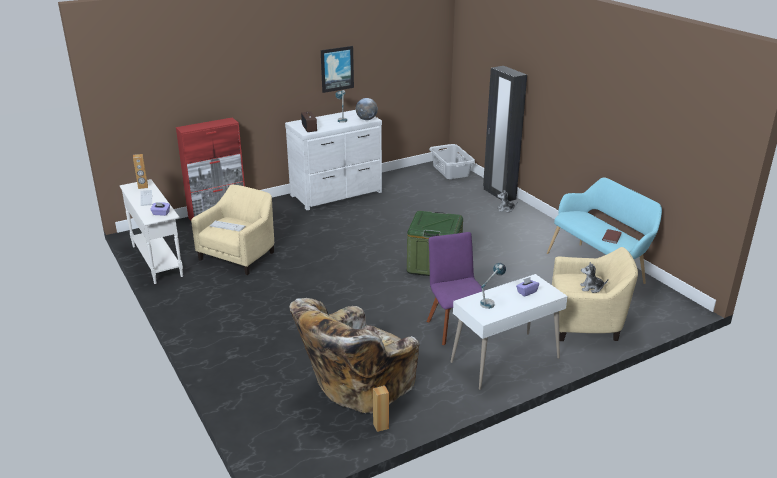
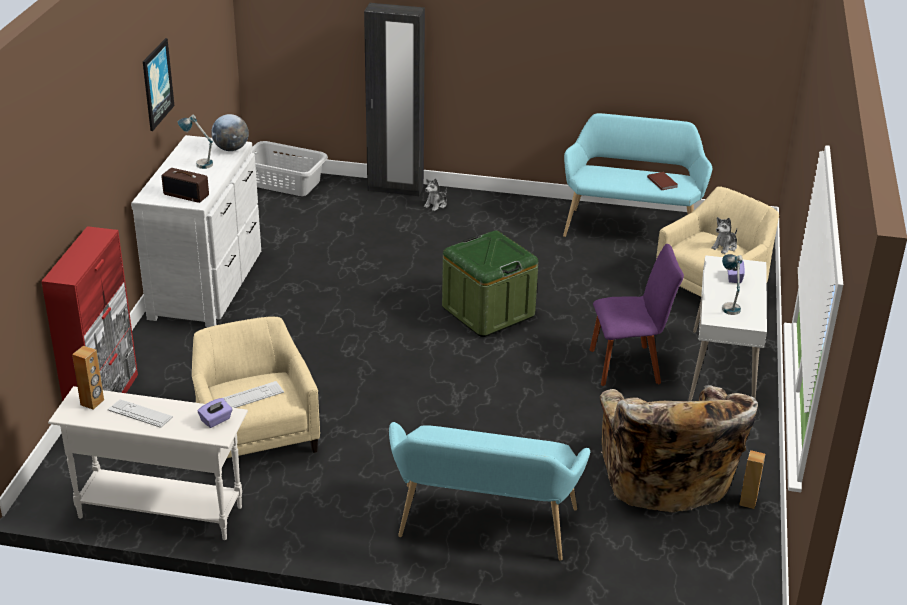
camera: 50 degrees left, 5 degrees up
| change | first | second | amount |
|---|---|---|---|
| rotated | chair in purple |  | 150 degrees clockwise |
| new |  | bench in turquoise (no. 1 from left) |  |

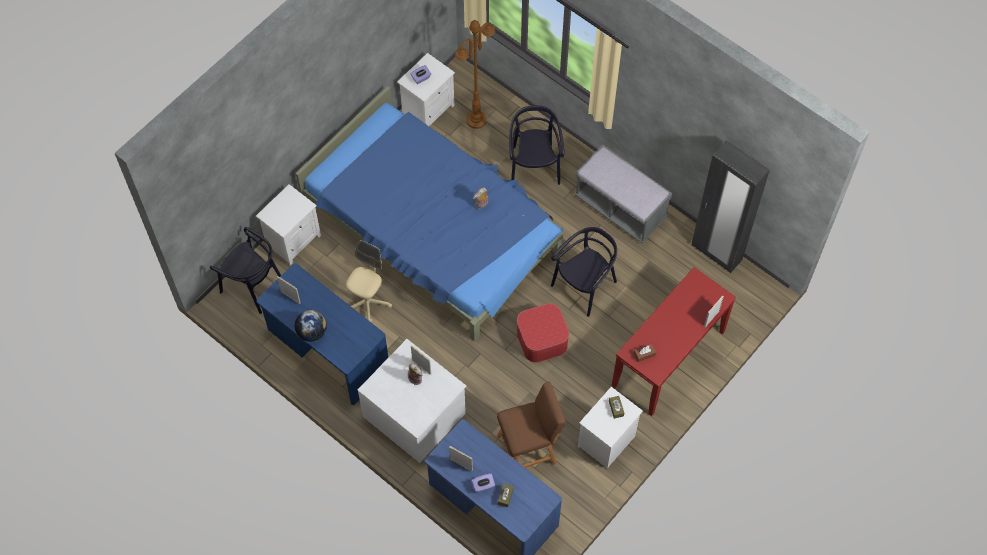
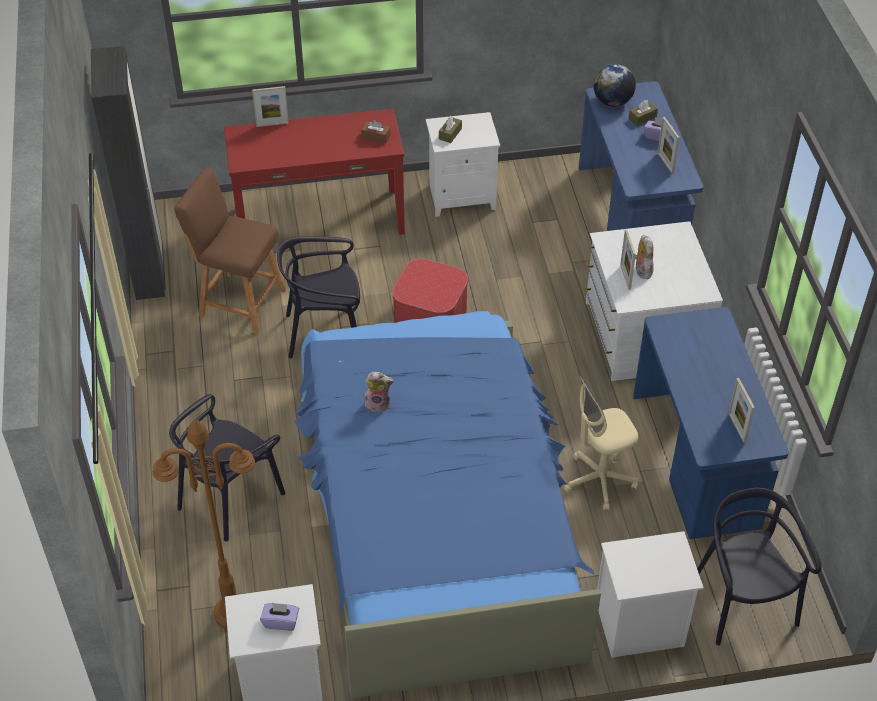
camera: 140 degrees left, 15 degrees down
| change | first | second | amount |
|---|---|---|---|
| shifted | globe |  |  |
| shifted | stool in brown |  |  |
| gone | bench in grey |  |  |

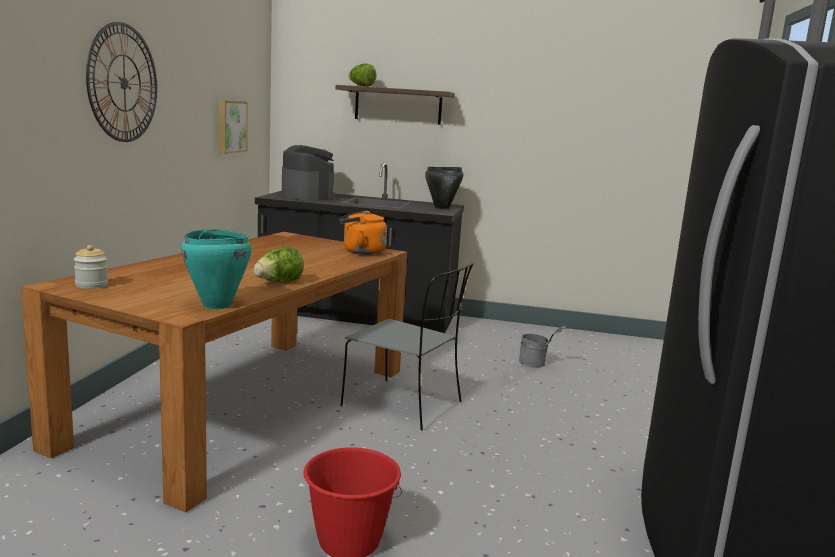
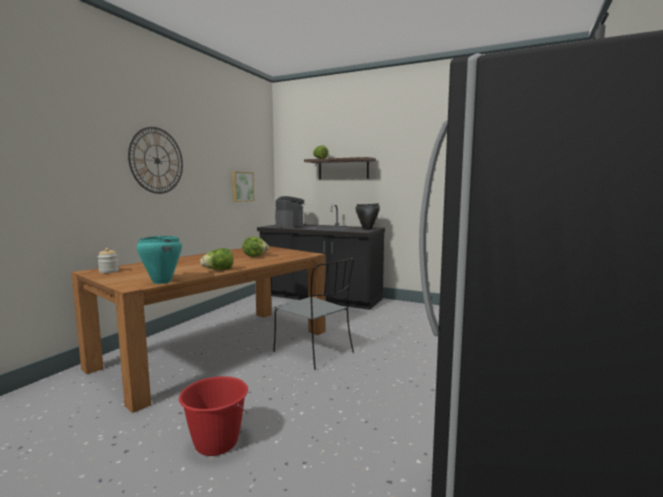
camera: 15 degrees right, 5 degrees down
| change | first | second | amount |
|---|---|---|---|
| gone | kettle in orange |  |  |
| gone | bucket in grey |  |  |
| new |  | lettuce (no. 2 from left) |  |

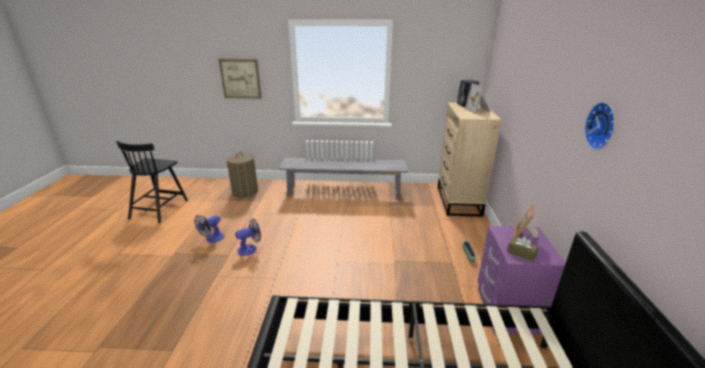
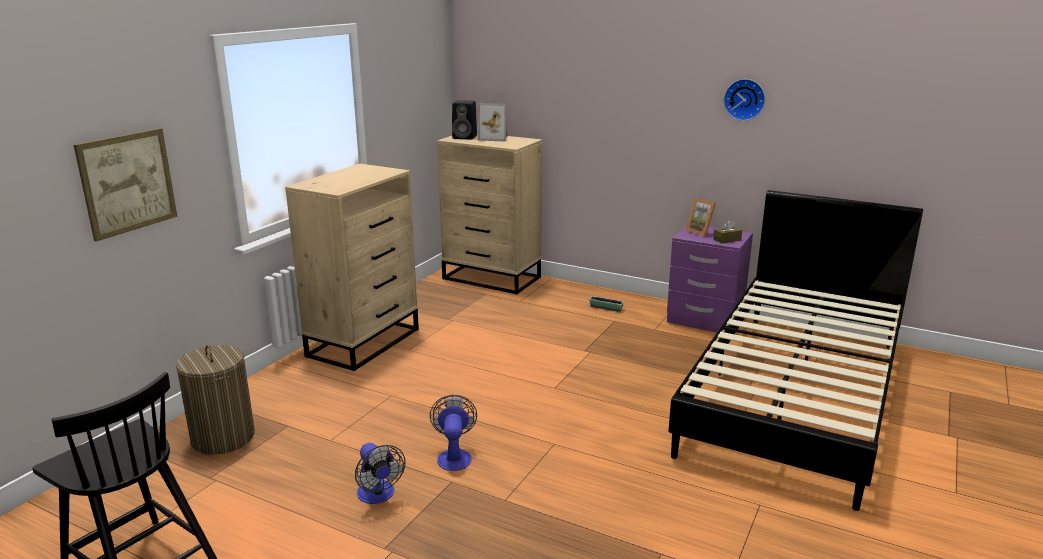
camera: 65 degrees left, 5 degrees down
| change | first | second | amount |
|---|---|---|---|
| swapped | bench in grey | dresser in beige (no. 1 from left) |  |

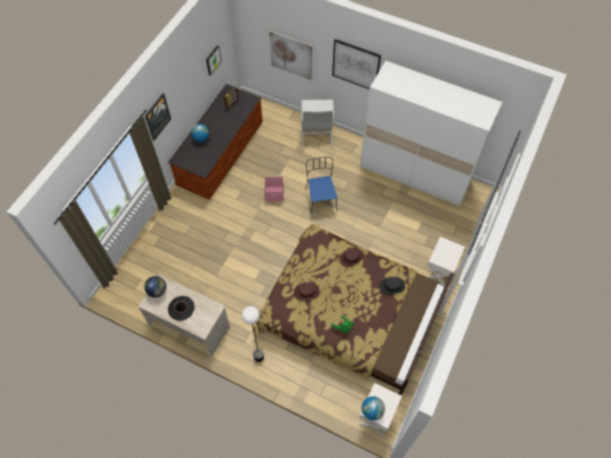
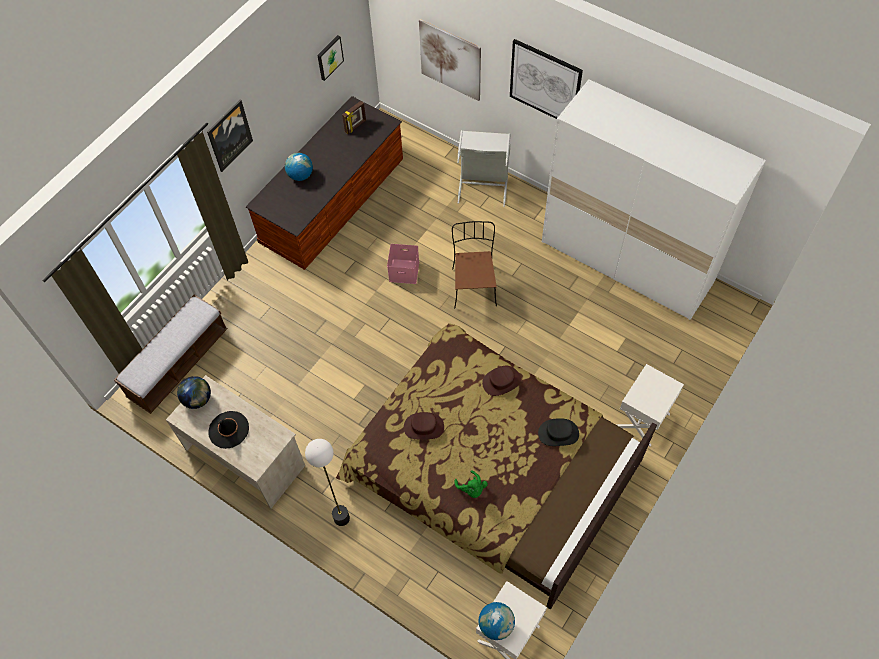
camera: 10 degrees right, 0 degrees up
| change | first | second | amount |
|---|---|---|---|
| repainted | chair in blue | chair in brown |  |
| new |  | bench |  |

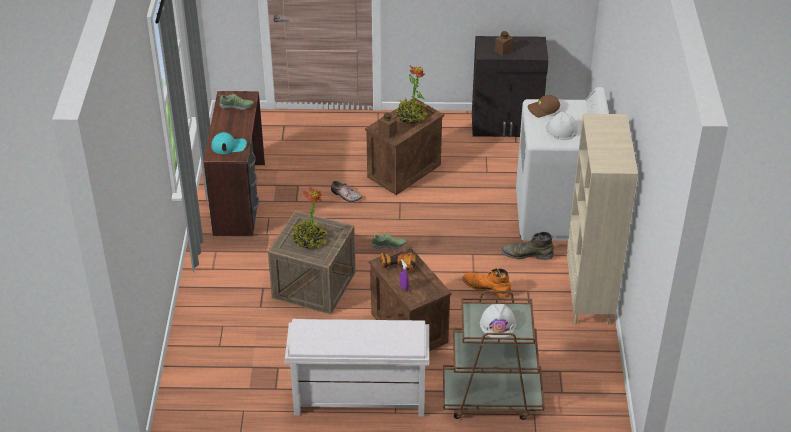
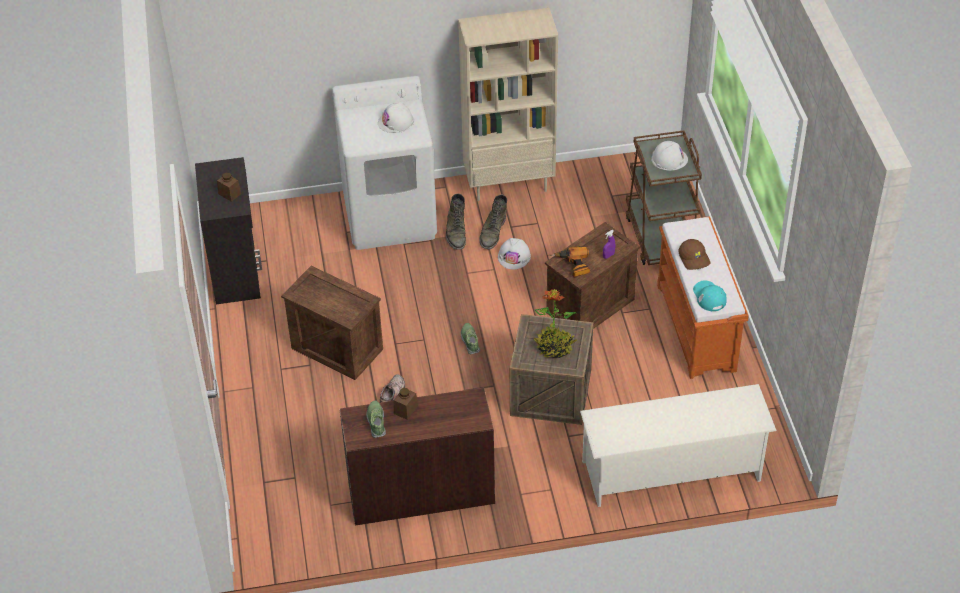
camera: 100 degrees left, 5 degrees up
| change | first | second | amount |
|---|---|---|---|
| shifted | cap in turquoise |  |  |
| repainted | bench in white | bench in orange |  |
| shifted | jar in brown (no. 1 from left in the first image) | jar in brown (no. 2 from left) |  |
| gone | potted plant (no. 2 from left) |  |  |
| swapped | boot in orange | hard hat in white (no. 2 from left) |  |
| shifted | cap in brown |  |  |
| new |  | boot in green (no. 2 from left) |  |
| new |  | shoe rack in white |  |

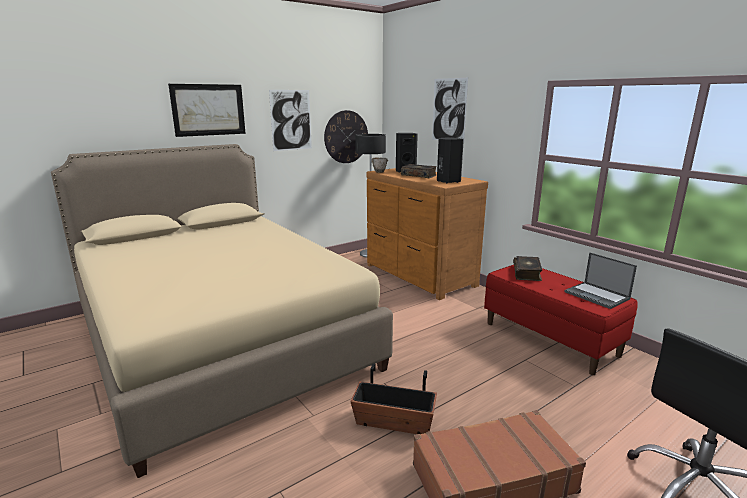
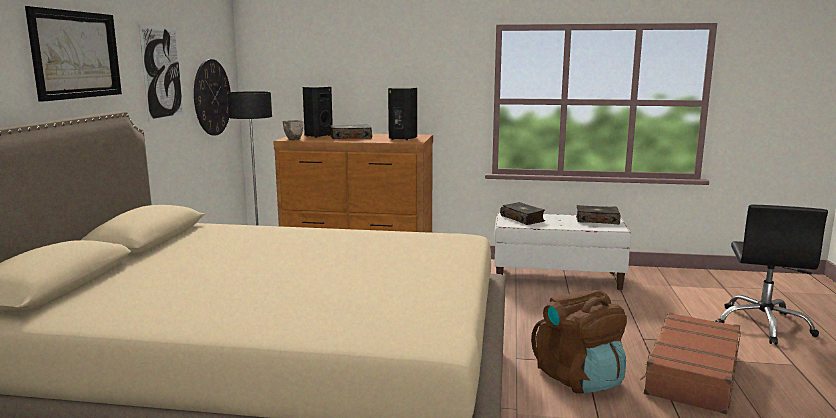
camera: 45 degrees left, 5 degrees down
| change | first | second | amount |
|---|---|---|---|
| swapped | planter | backpack in brown |  |
| gone | picture (no. 3 from left) |  |  |
| repainted | bench in red | bench in white |  |
| swapped | laptop | book (no. 3 from left) |  |

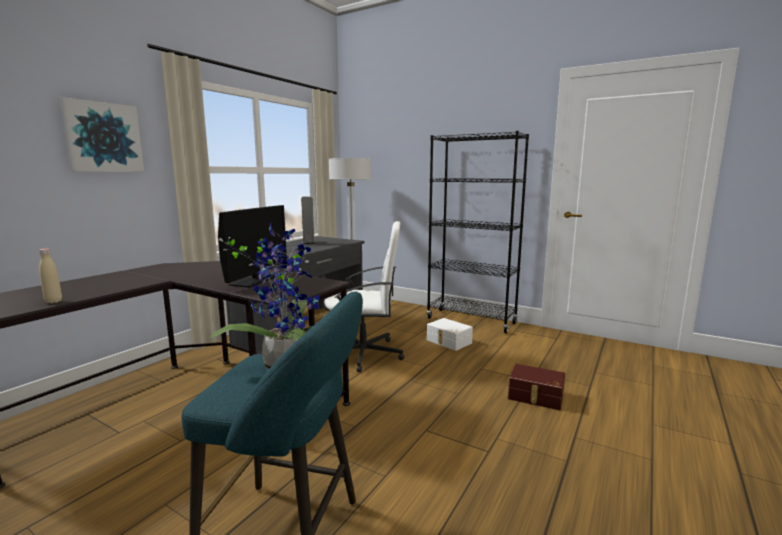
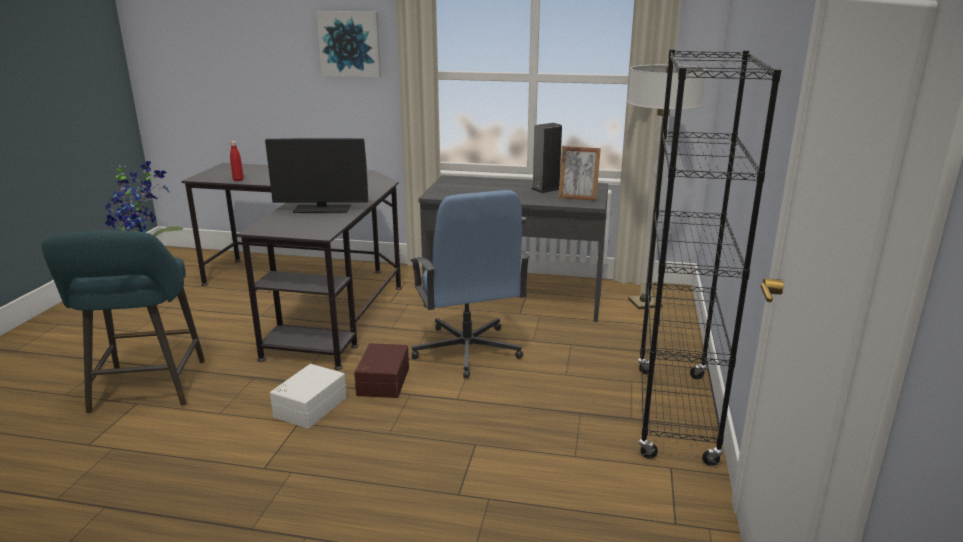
camera: 70 degrees right, 10 degrees up
| change | first | second | amount |
|---|---|---|---|
| repainted | bottle in beige | bottle in red |  |
| repainted | office chair in white | office chair in blue |  |
| shifted | storage box in white |  |  |
| shifted | storage box in brown |  |  |
| new |  | picture frame |  |

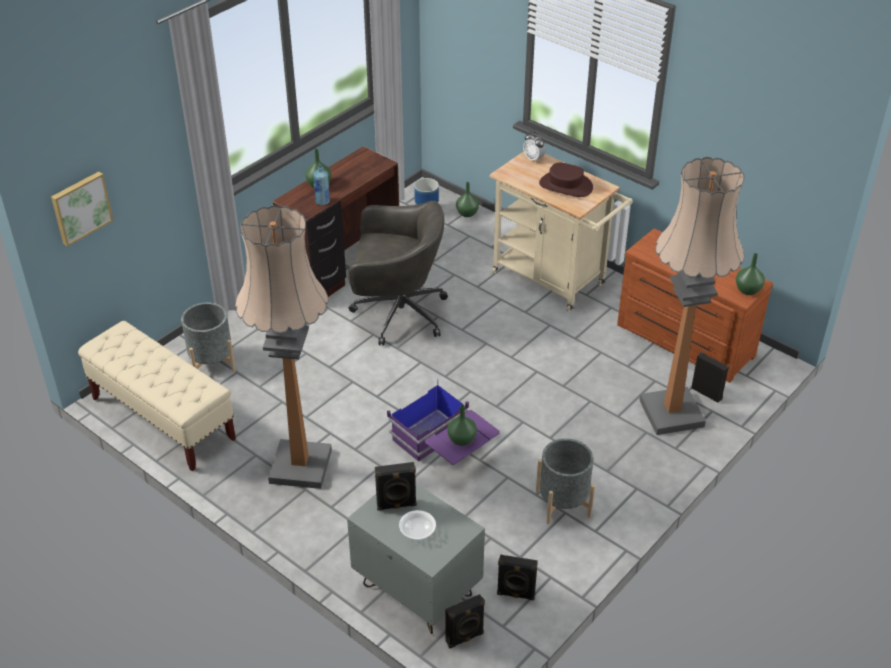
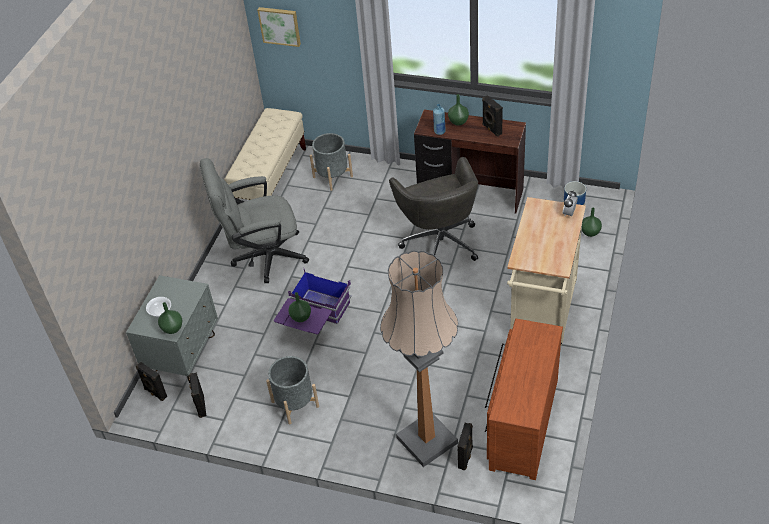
camera: 70 degrees right, 5 degrees up
| change | first | second | amount |
|---|---|---|---|
| swapped | floor lamp (no. 1 from left) | office chair in grey (no. 1 from left) |  |
| shifted | speaker in black (no. 1 from left in the first image) | speaker in black (no. 4 from left) |  |
| gone | hat in brown |  |  |
| shifted | vase in green (no. 4 from left in the first image) | vase in green (no. 1 from left) |  |

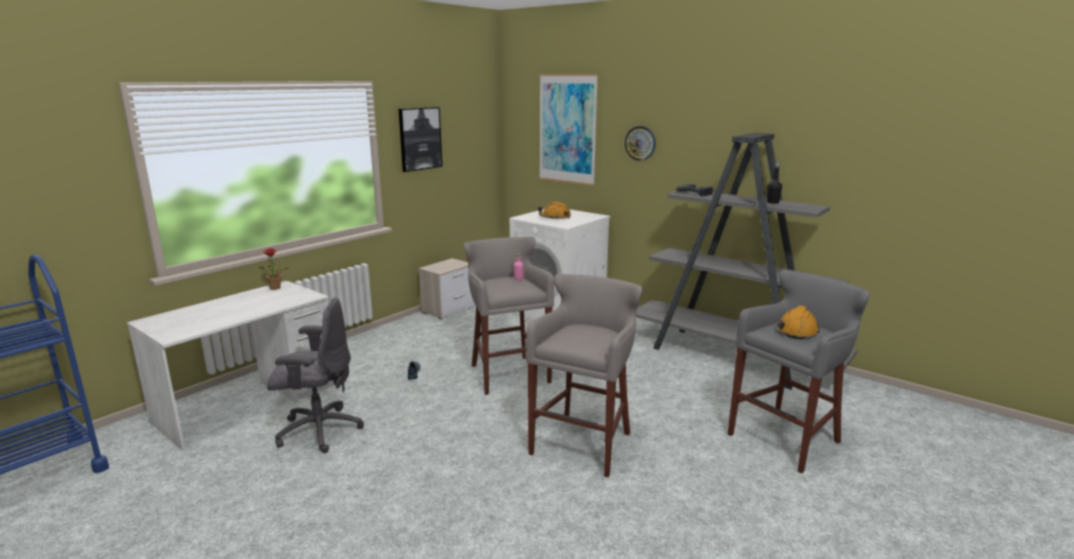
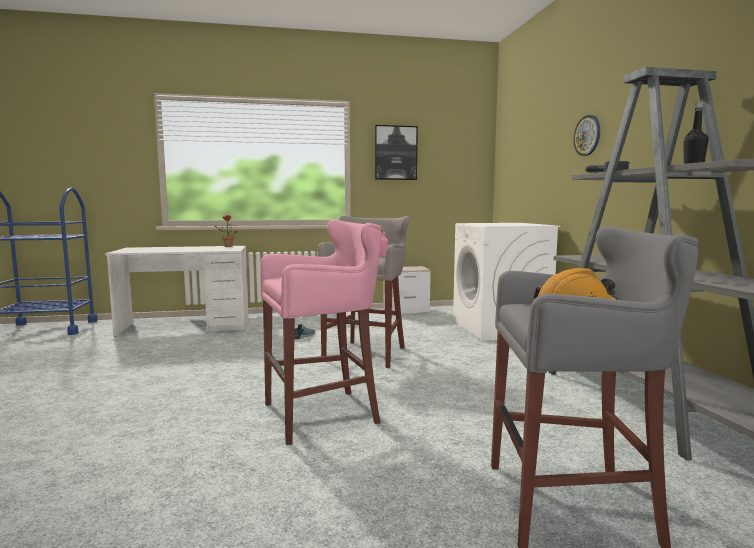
camera: 40 degrees right, 10 degrees down
| change | first | second | amount |
|---|---|---|---|
| gone | office chair in grey |  |  |
| repainted | stool in grey (no. 2 from left) | stool in pink |  |
| gone | hard hat in orange (no. 1 from left) |  |  |
| gone | picture (no. 2 from left) |  |  |

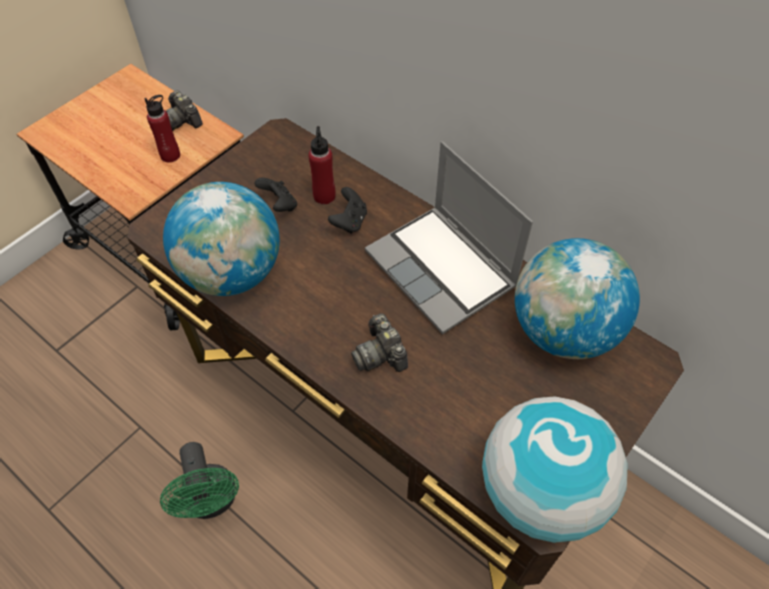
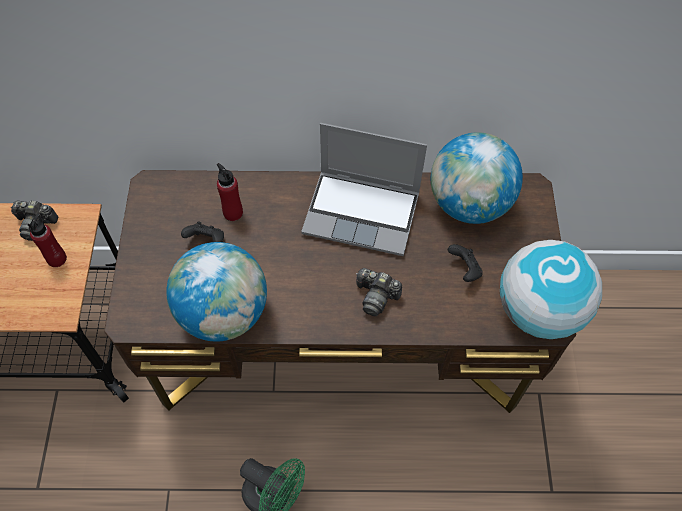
camera: 40 degrees left, 5 degrees up
| change | first | second | amount |
|---|---|---|---|
| shifted | game controller in black (no. 2 from left) |  |  |

